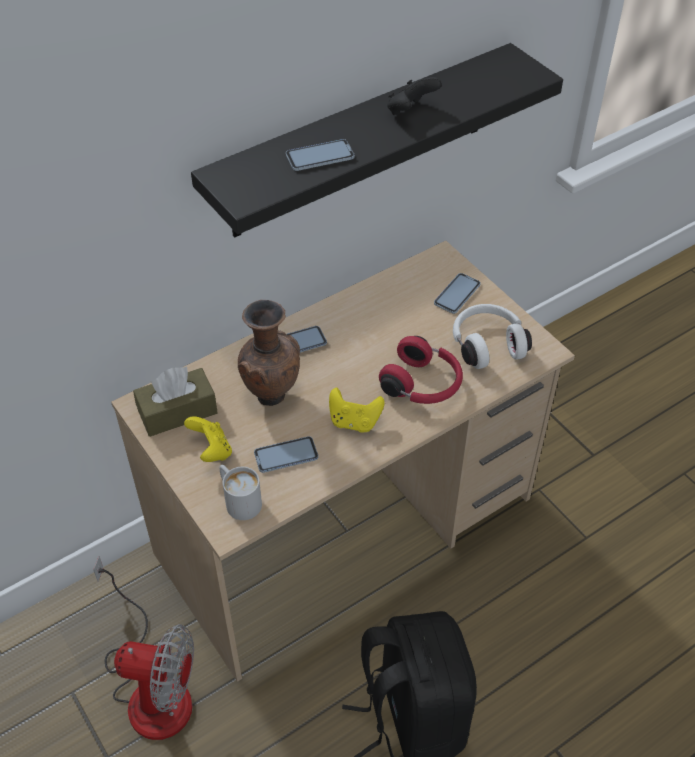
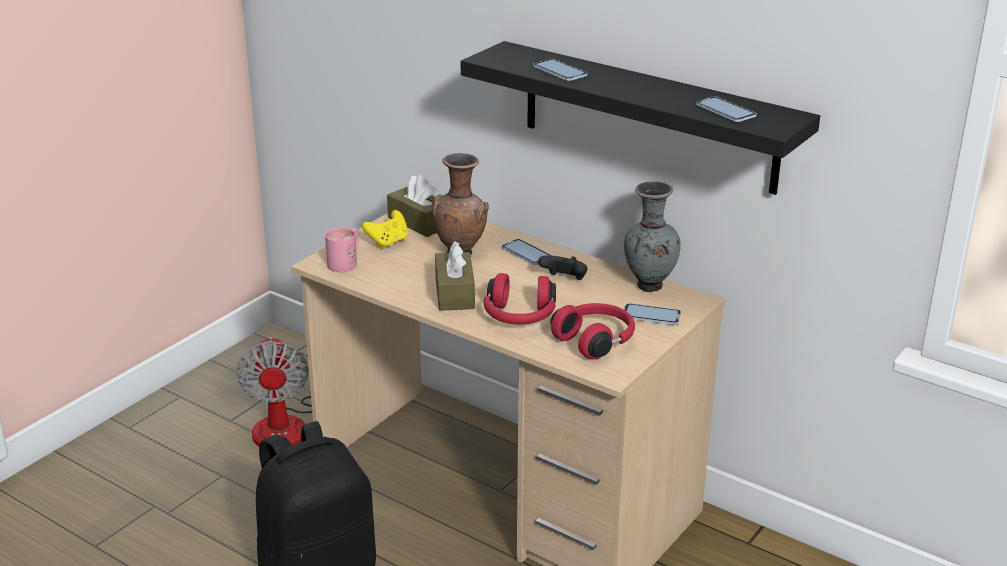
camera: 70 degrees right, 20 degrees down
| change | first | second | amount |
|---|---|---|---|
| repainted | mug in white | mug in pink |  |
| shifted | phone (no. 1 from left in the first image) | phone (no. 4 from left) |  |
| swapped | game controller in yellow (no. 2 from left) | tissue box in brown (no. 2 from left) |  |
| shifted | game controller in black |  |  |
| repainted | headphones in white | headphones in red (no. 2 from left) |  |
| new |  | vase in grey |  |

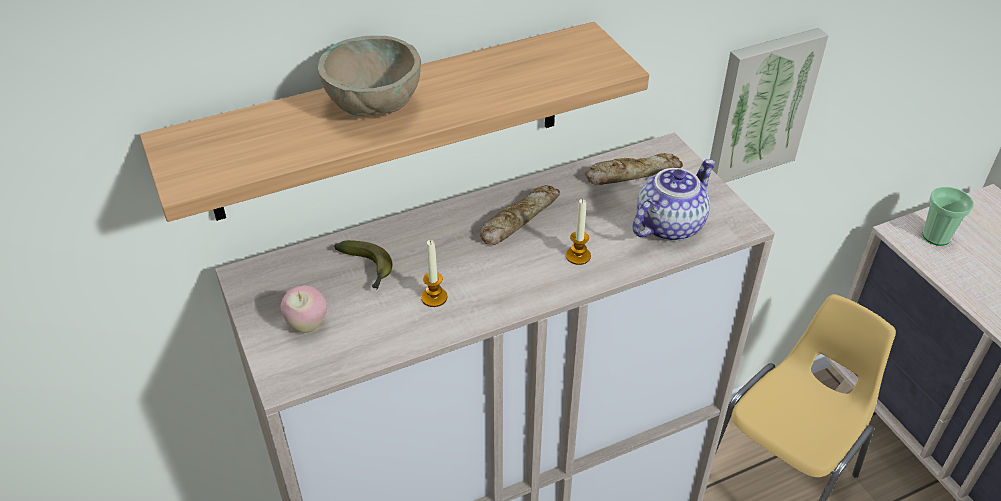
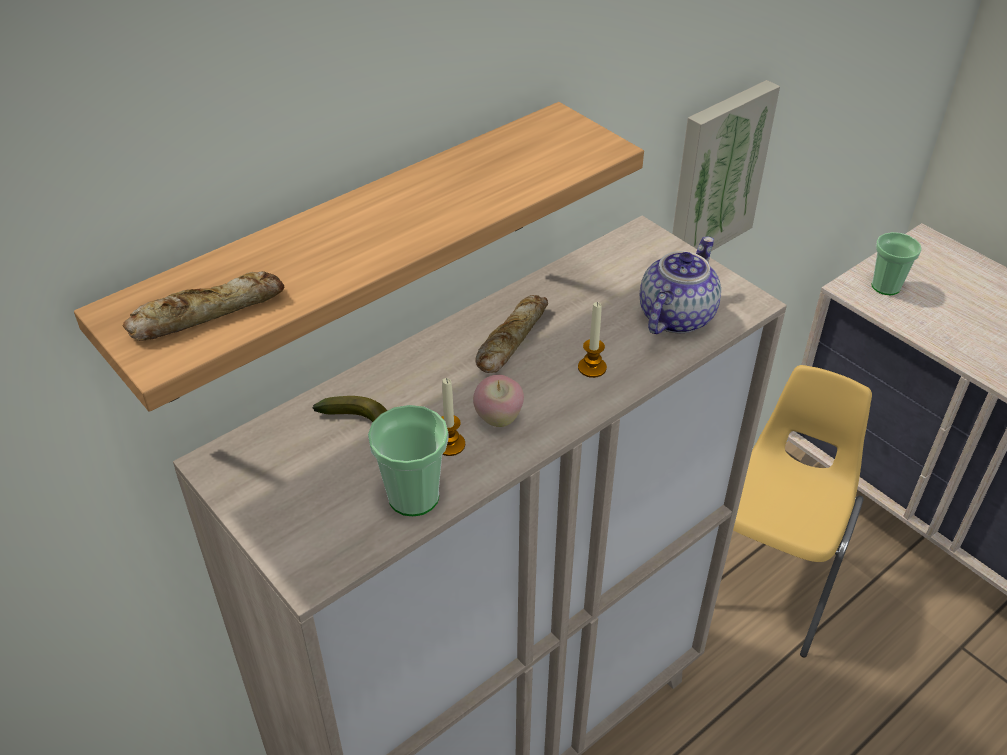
camera: 15 degrees left, 0 degrees up
| change | first | second | amount |
|---|---|---|---|
| shifted | apple |  |  |
| gone | bowl in beige |  |  |
| shifted | bread (no. 2 from left in the first image) | bread (no. 1 from left) |  |
| new |  | cup (no. 1 from left) |  |

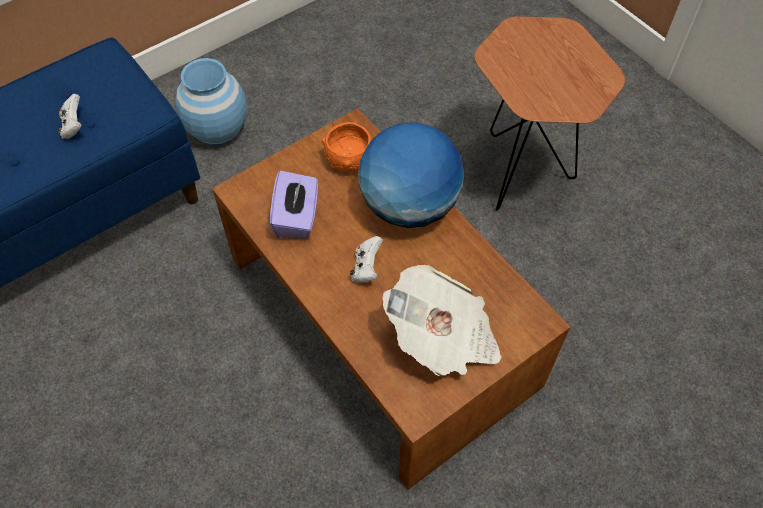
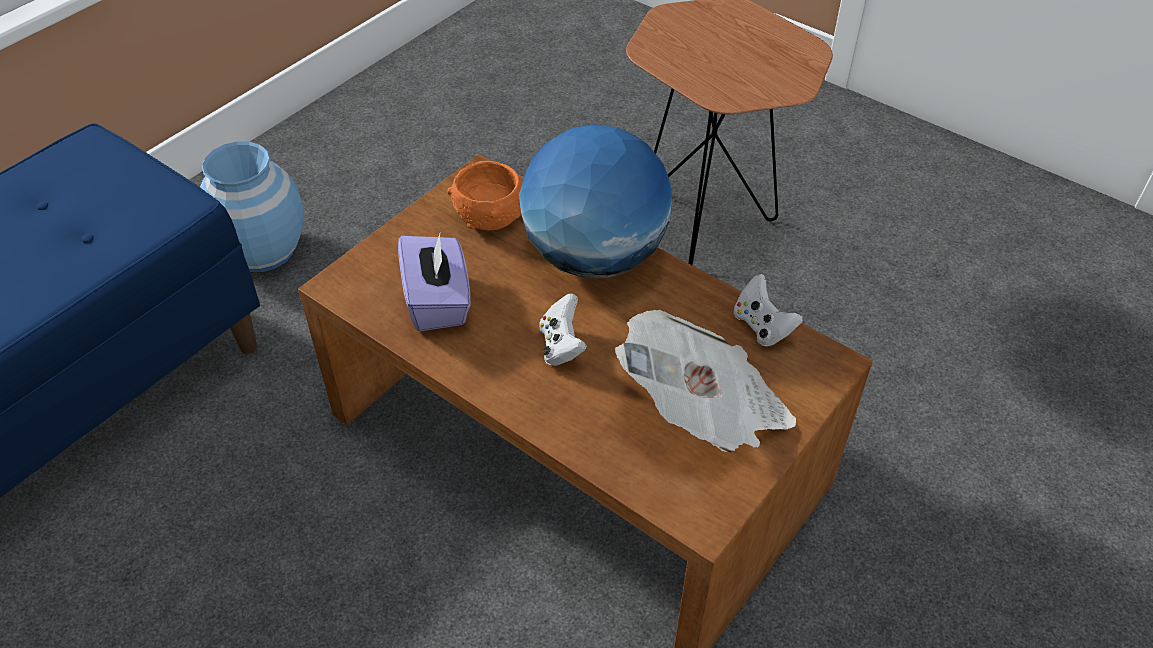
camera: 15 degrees left, 10 degrees down
| change | first | second | amount |
|---|---|---|---|
| shifted | game controller in white (no. 1 from left in the first image) | game controller in white (no. 2 from left) |  |

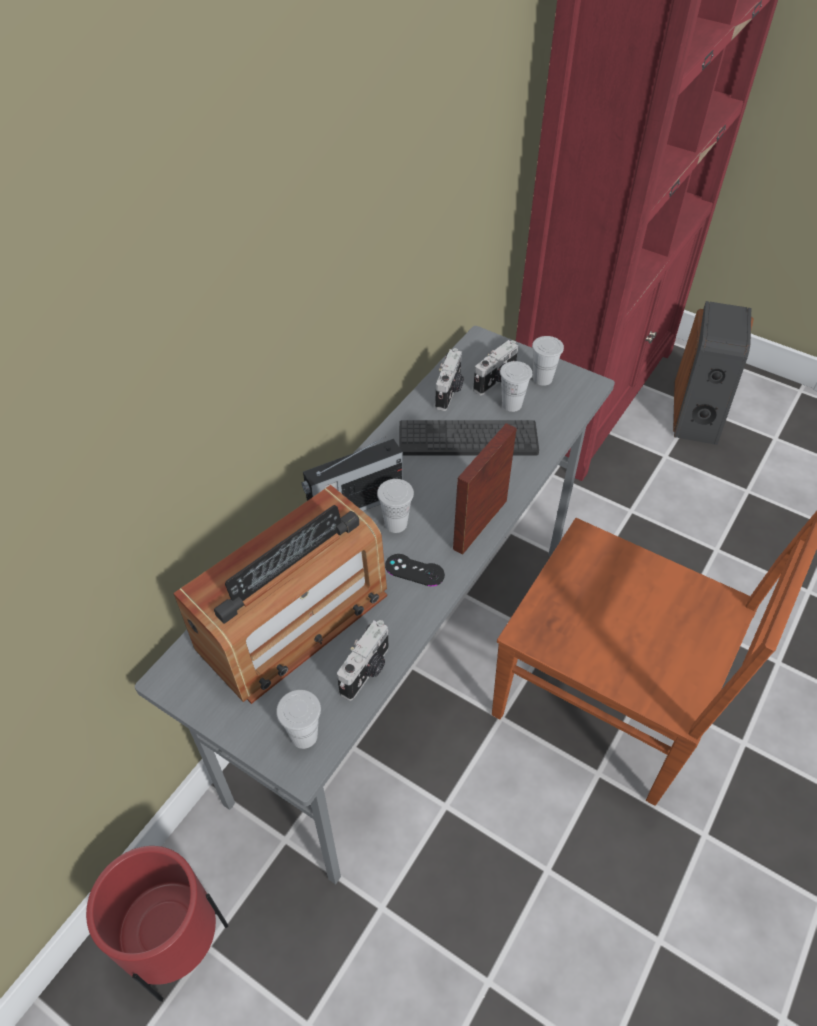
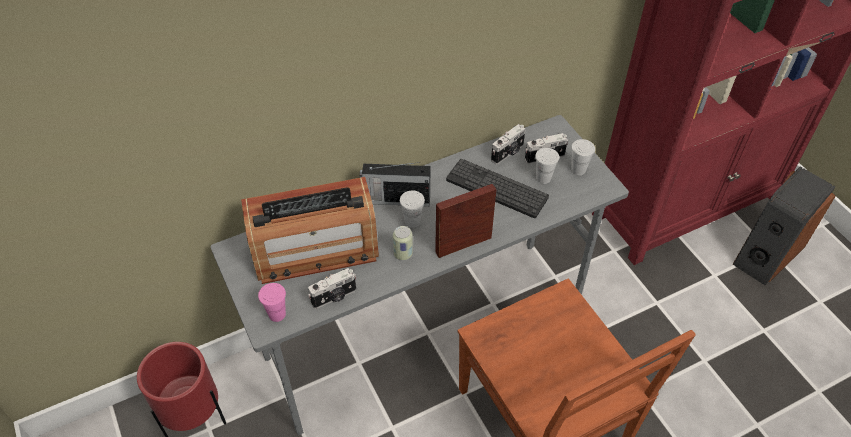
camera: 30 degrees right, 0 degrees up
| change | first | second | amount |
|---|---|---|---|
| repainted | cup in white (no. 1 from left) | cup in pink |  |
| swapped | game controller in black | can |  |

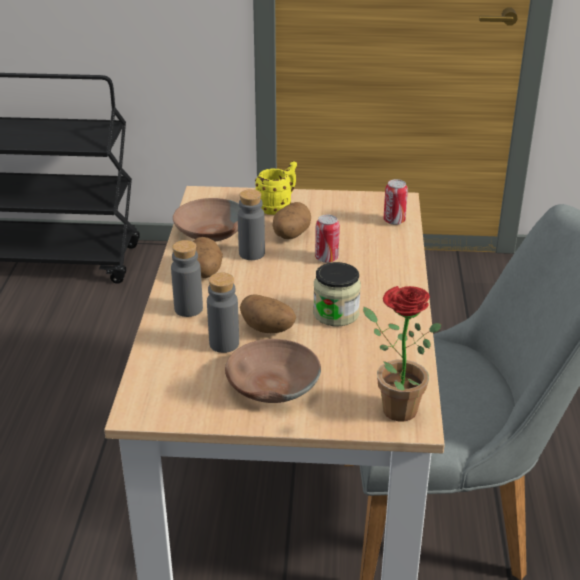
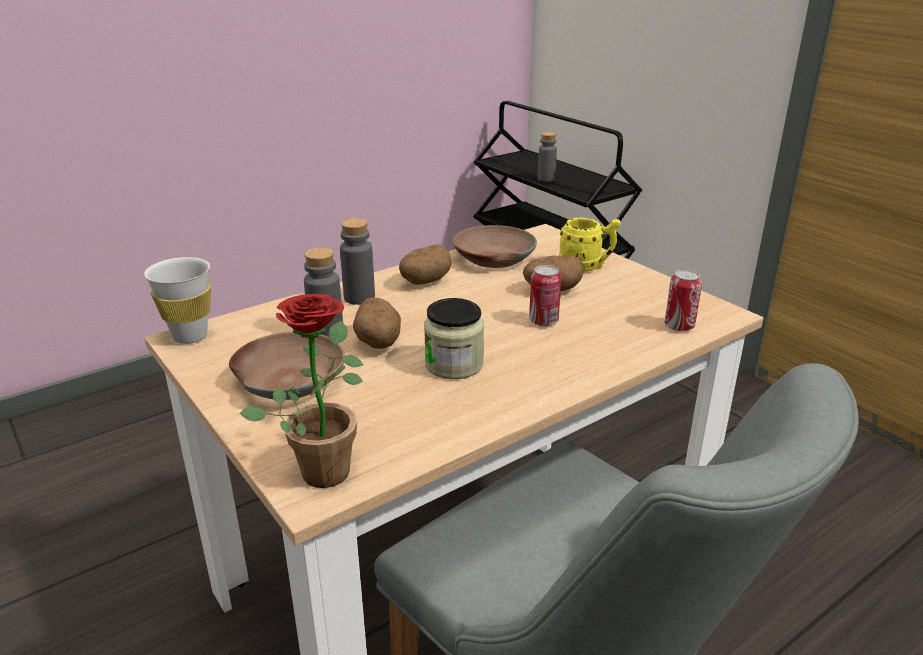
camera: 50 degrees right, 5 degrees down
| change | first | second | amount |
|---|---|---|---|
| shifted | bottle in grey (no. 3 from left) |  |  |
| new |  | cup in white |  |

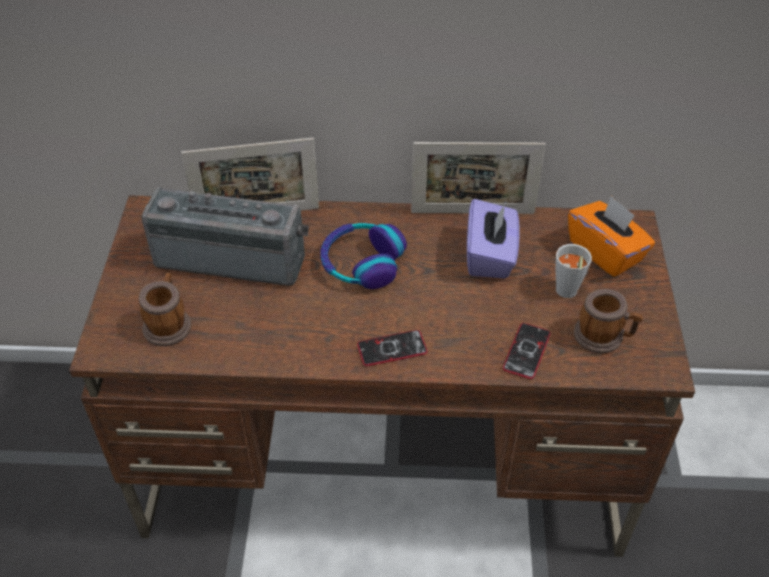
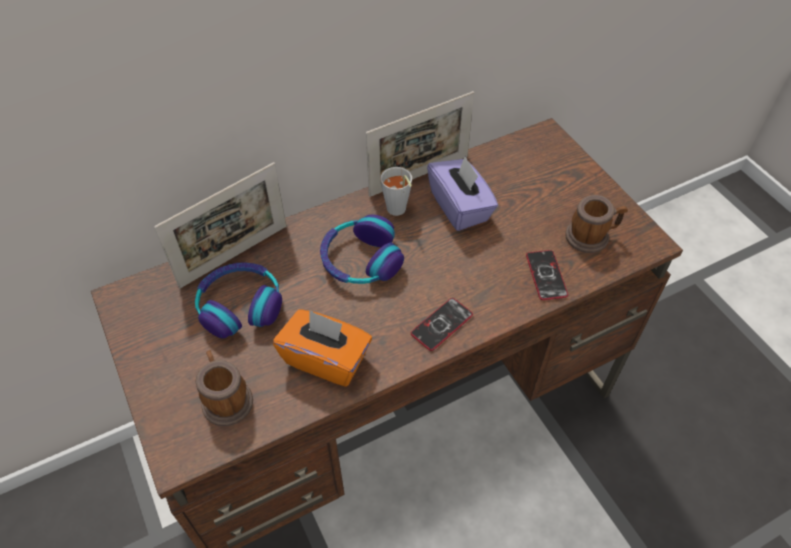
camera: 30 degrees left, 5 degrees up
| change | first | second | amount |
|---|---|---|---|
| swapped | radio | headphones (no. 1 from left) |  |
| shifted | cup in grey |  |  |
| shifted | tissue box in orange |  |  |

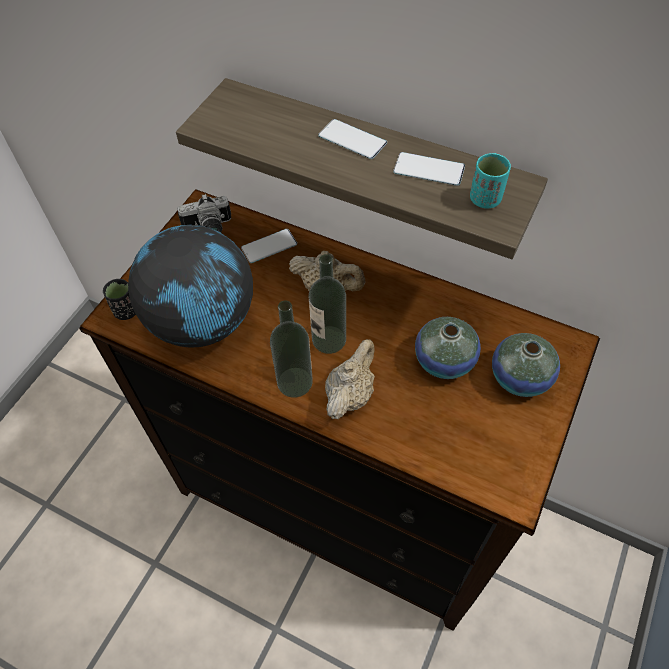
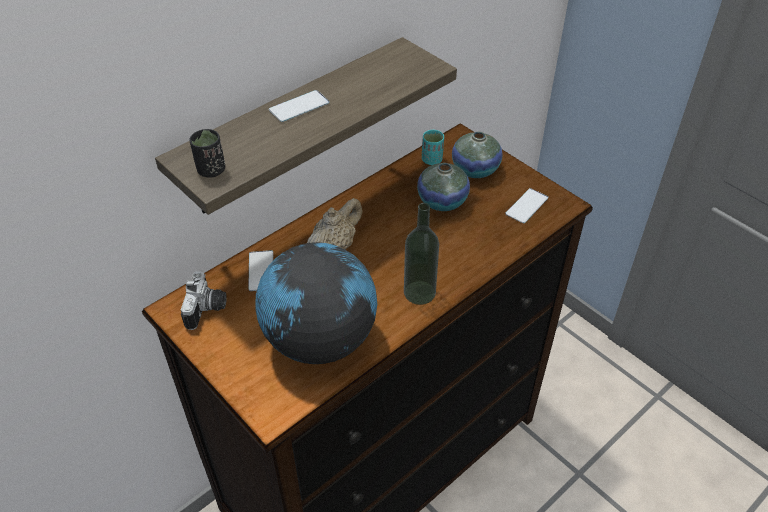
camera: 70 degrees left, 10 degrees down
| change | first | second | amount |
|---|---|---|---|
| shifted | cup in black |  |  |
| gone | bottle (no. 2 from left) |  |  |
| gone | teapot in beige (no. 2 from left) |  |  |
| shifted | phone (no. 3 from left) |  |  |
| shifted | cup in turquoise |  |  |

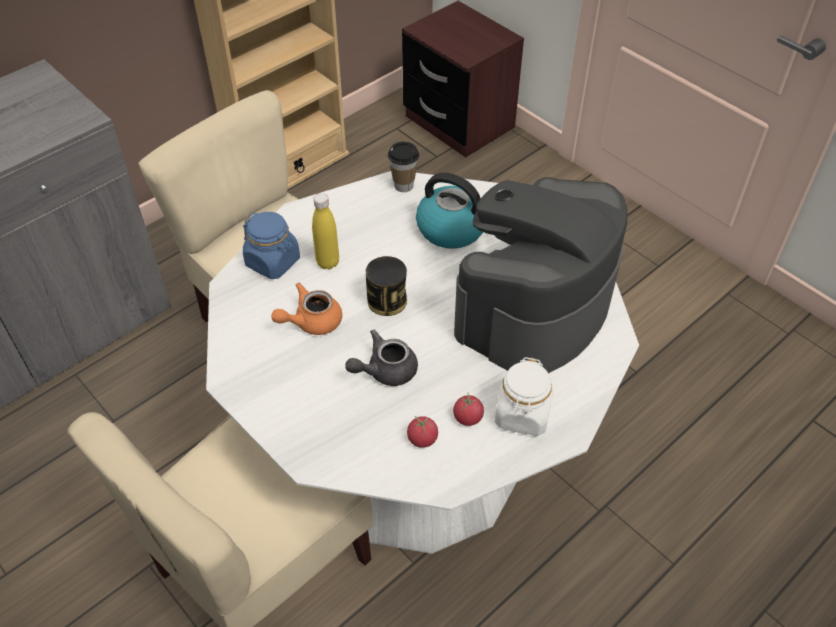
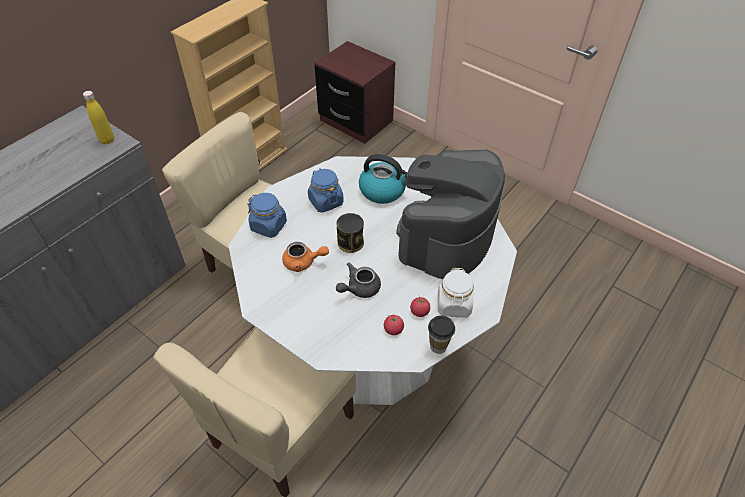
camera: 10 degrees left, 0 degrees up
| change | first | second | amount |
|---|---|---|---|
| rotated | teapot in orange |  | 135 degrees counterclockwise |
| shifted | bottle in yellow |  |  |
| shifted | cup |  |  |
| new |  | jar in blue (no. 2 from left) |  |

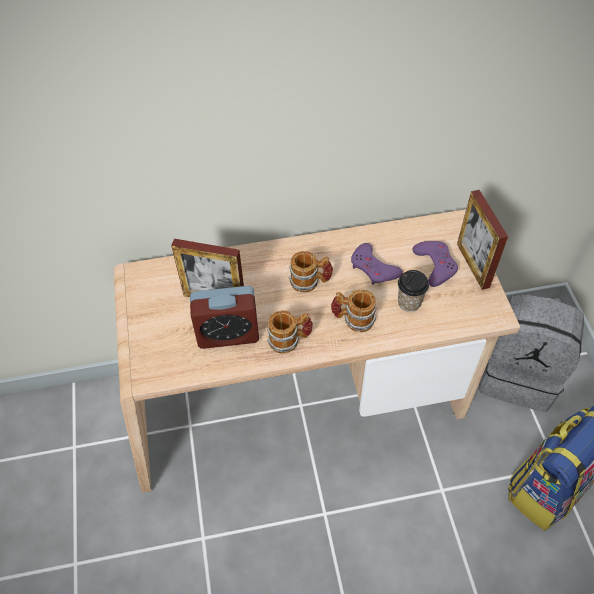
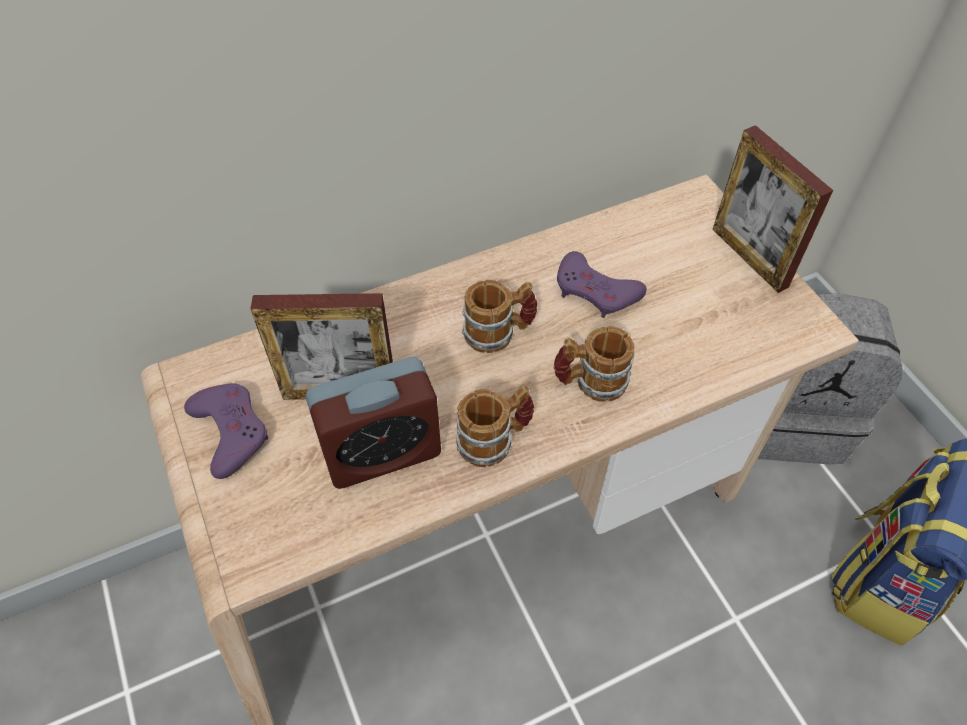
camera: 15 degrees left, 0 degrees up
| change | first | second | amount |
|---|---|---|---|
| gone | cup |  |  |
| shifted | game controller in purple (no. 2 from left in the first image) | game controller in purple (no. 1 from left) |  |

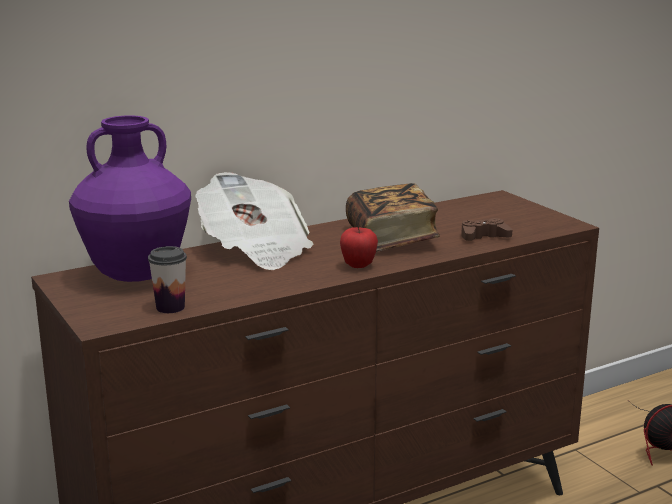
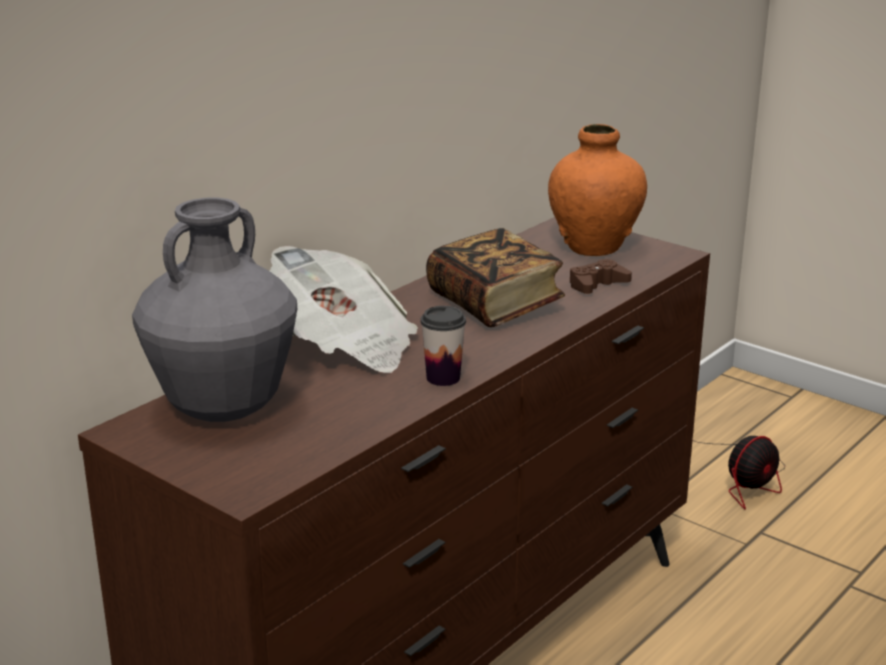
camera: 20 degrees left, 5 degrees up
| change | first | second | amount |
|---|---|---|---|
| repainted | vase in purple | vase in grey |  |
| shifted | cup |  |  |
| gone | apple |  |  |
| new |  | vase in orange |  |

